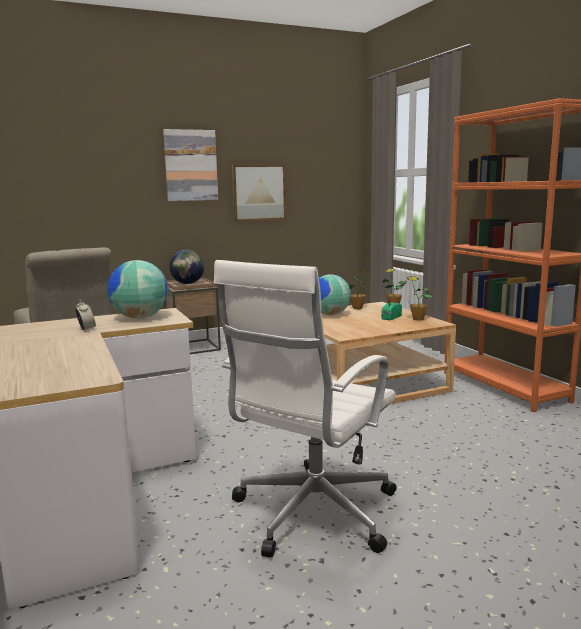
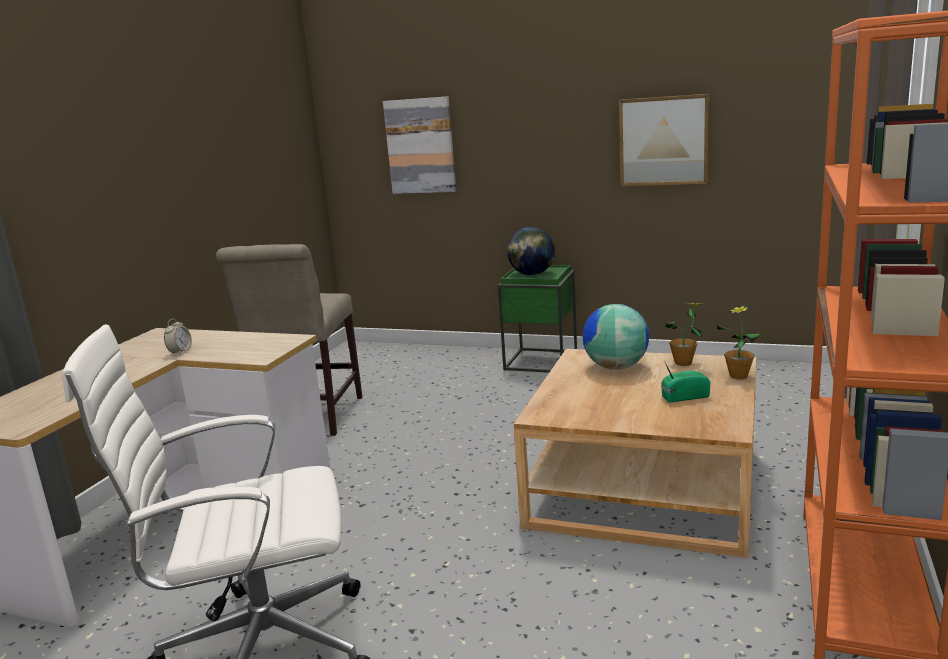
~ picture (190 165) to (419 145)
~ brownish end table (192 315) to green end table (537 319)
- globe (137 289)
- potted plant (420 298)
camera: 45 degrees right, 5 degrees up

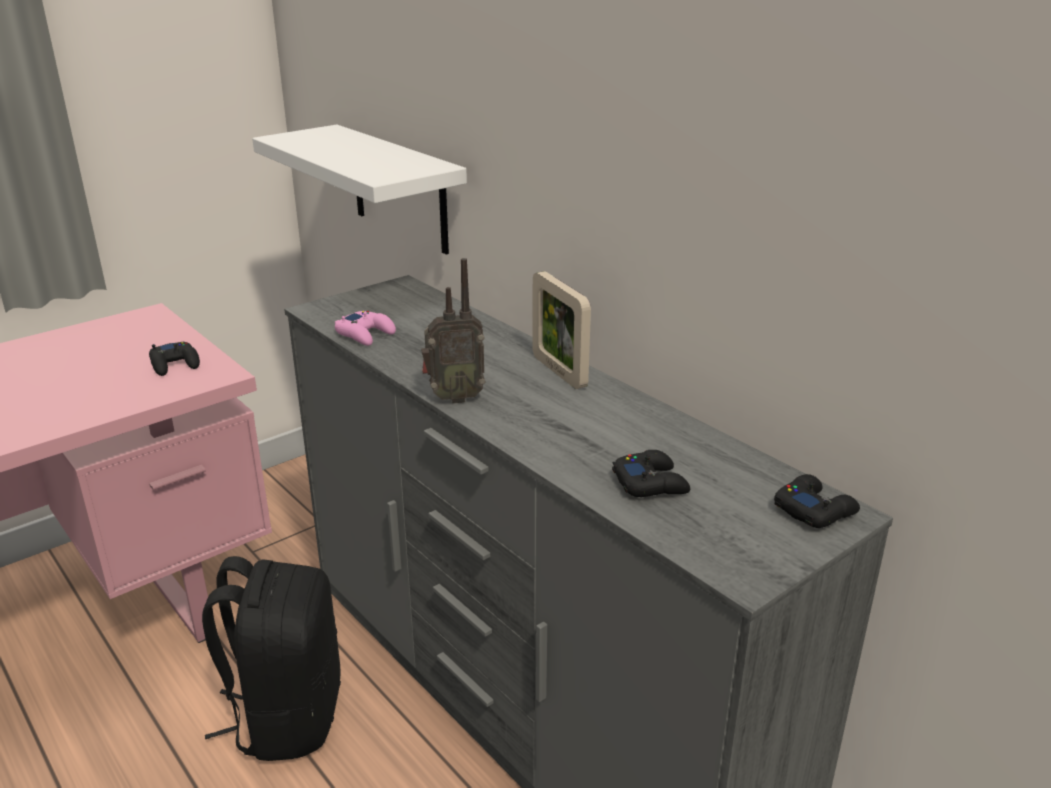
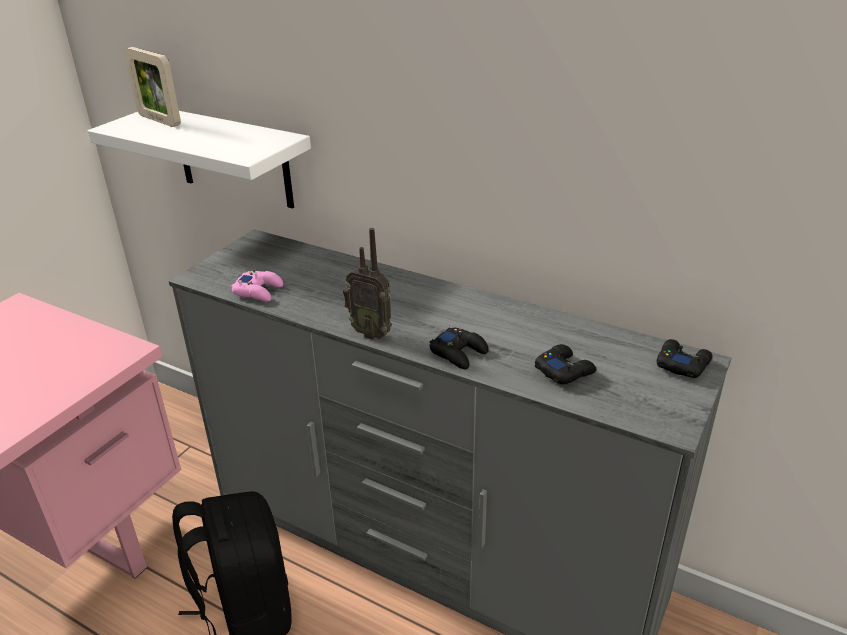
~ picture frame (561 330) to (152 87)
~ radio receiver (453 330) = (367 284) 60 degrees clockwise
~ black-coloured gamepad (174 359) to (459 348)
camera: 20 degrees left, 5 degrees up

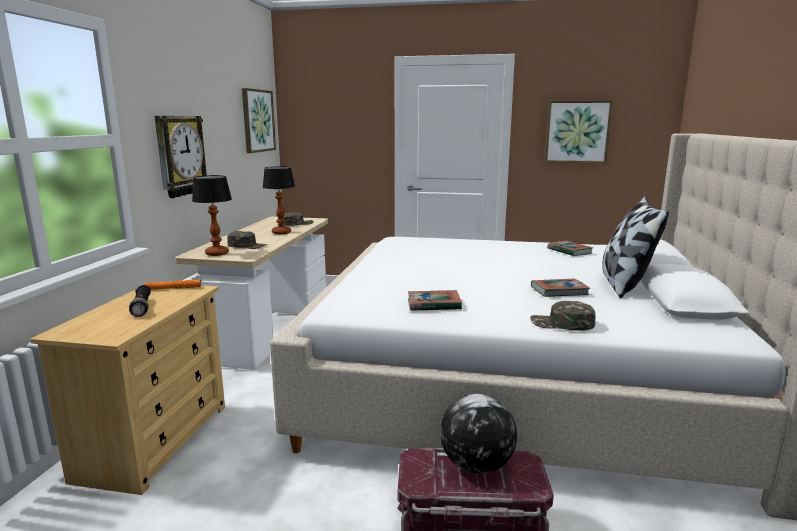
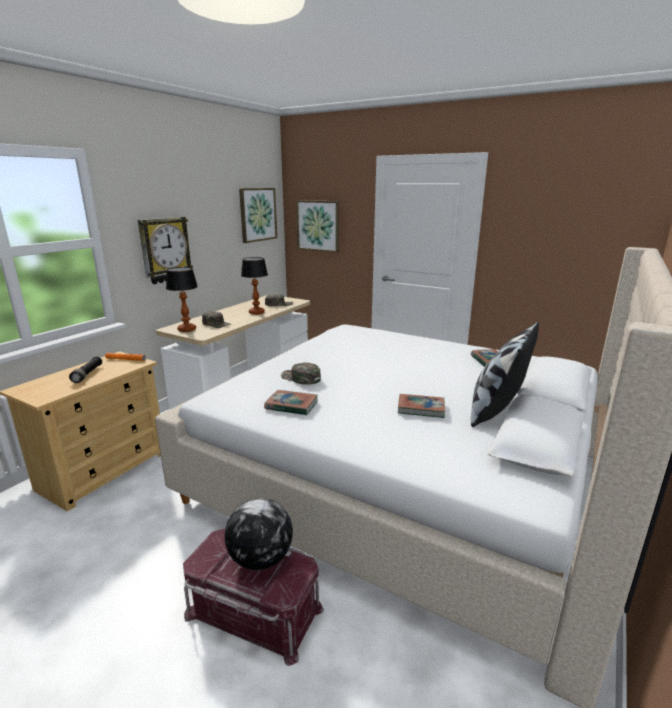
~ green baseball cap (563 316) to (301 373)
~ picture (578 131) to (317 226)
camera: 20 degrees right, 5 degrees up

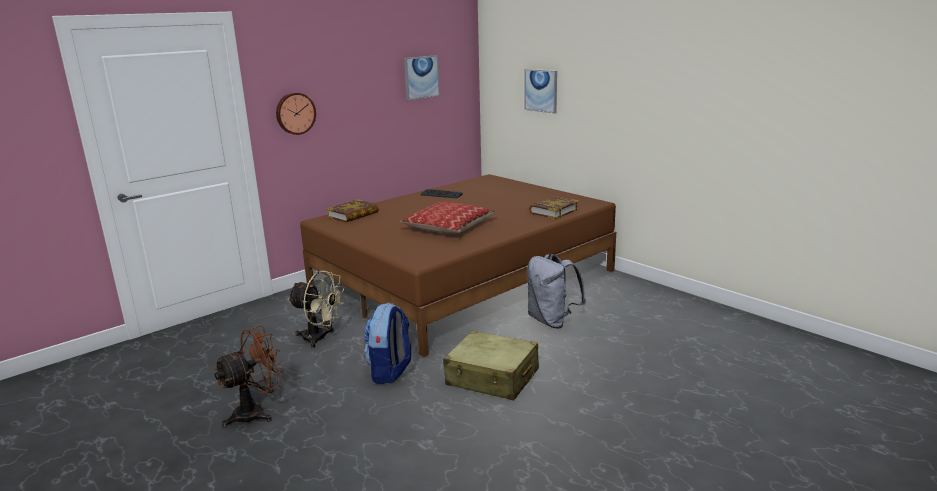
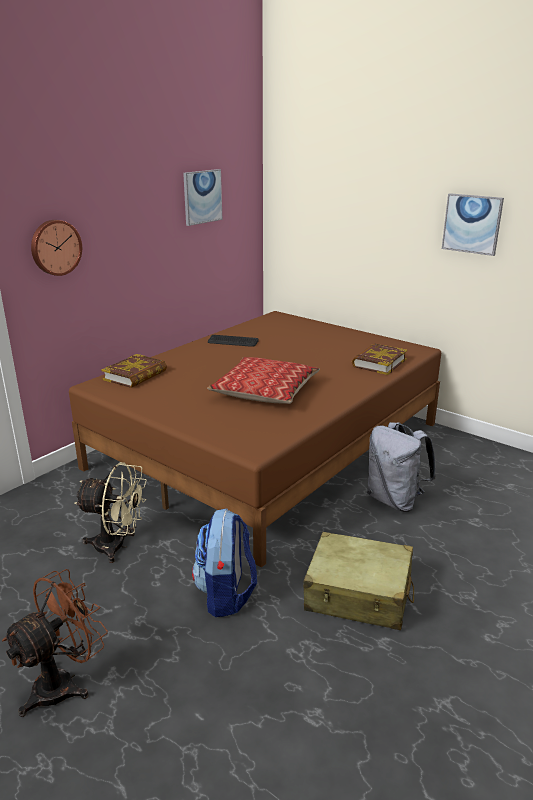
~ picture (541 91) to (473 224)
camera: 10 degrees left, 5 degrees up

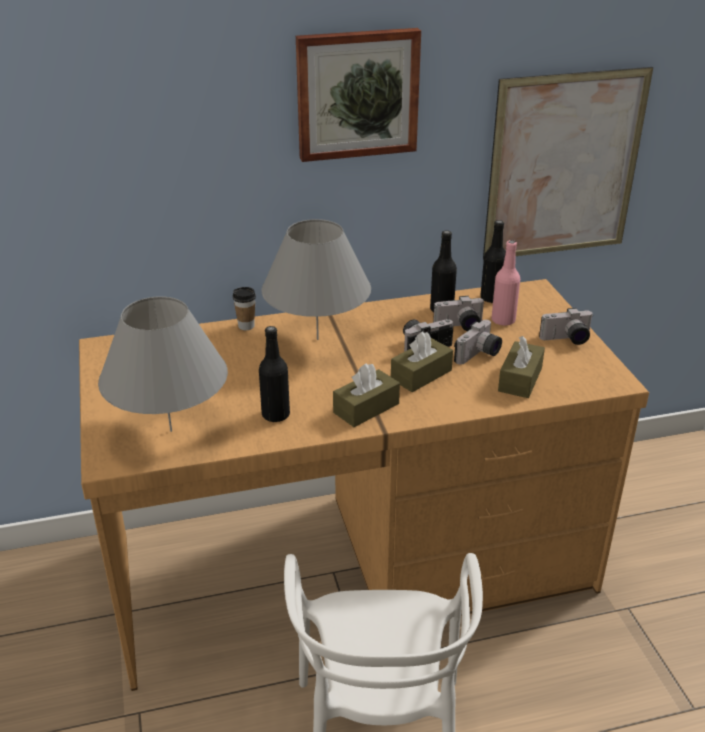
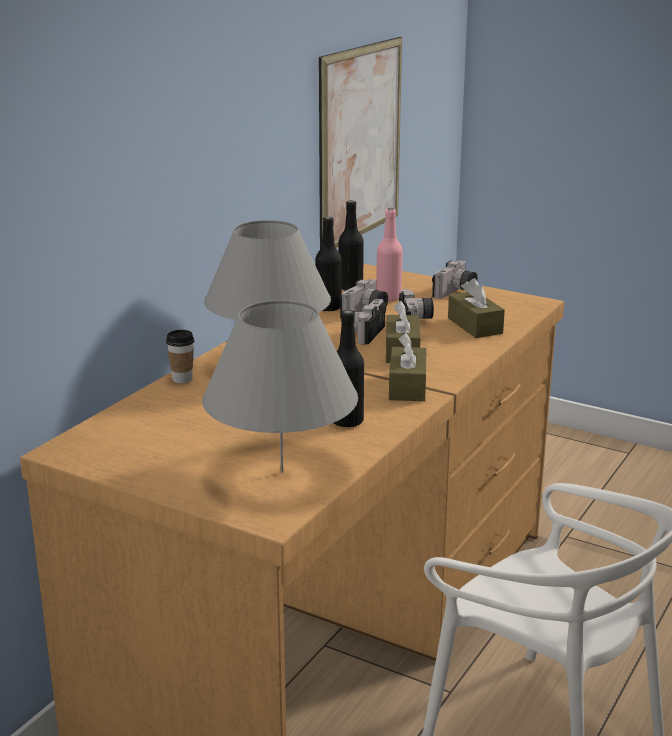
- picture (358 95)
camera: 45 degrees left, 10 degrees down

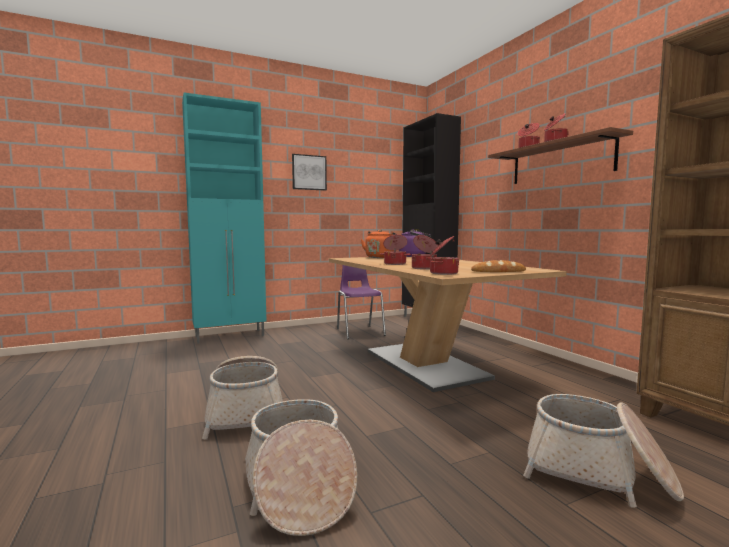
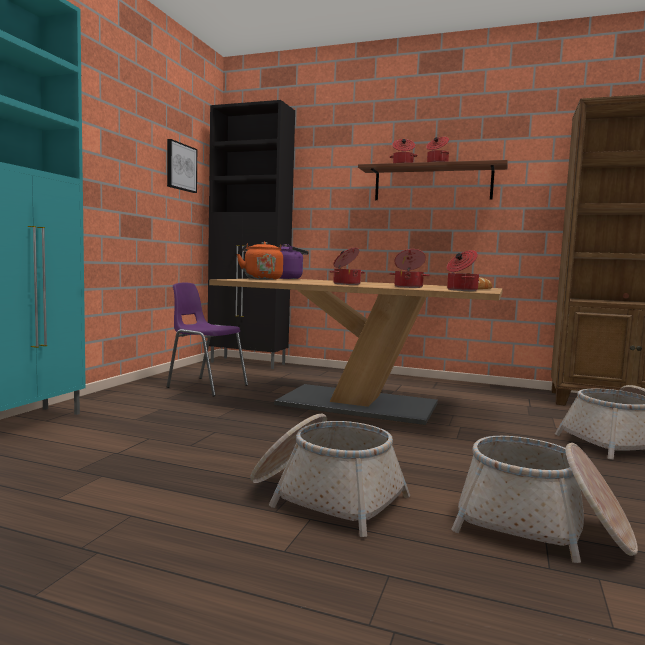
~ picture (309 172) to (182 166)
camera: 45 degrees left, 0 degrees up

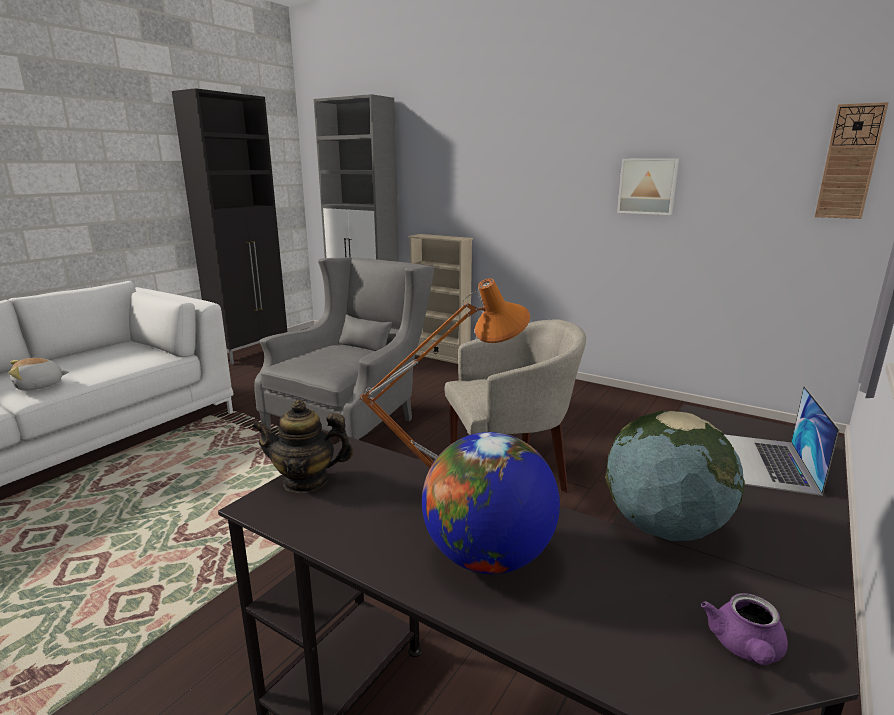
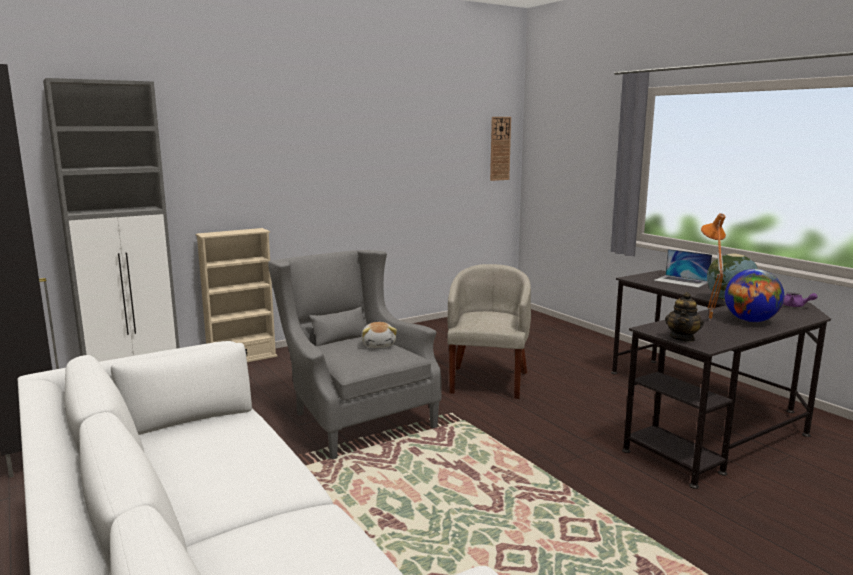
~ plush toy (38 374) to (379 335)
- picture (648 186)
camera: 65 degrees left, 5 degrees down

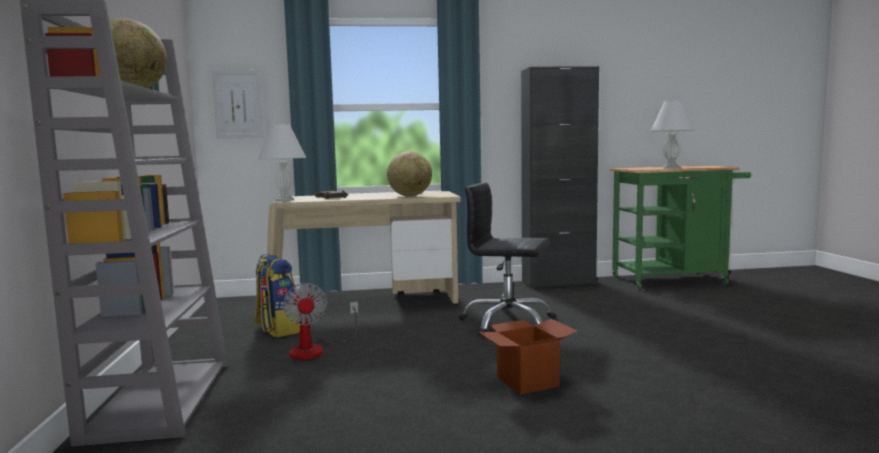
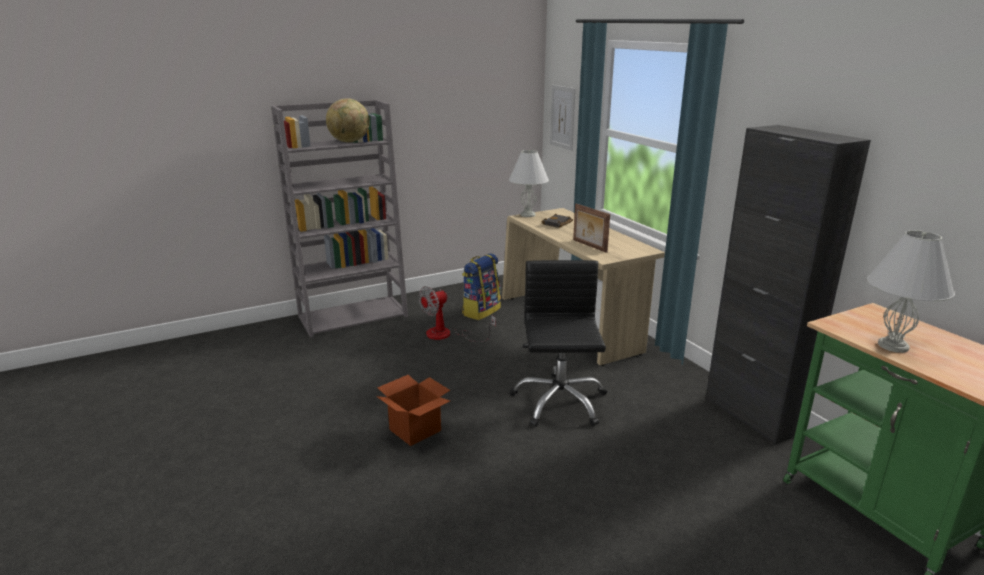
~ globe (409 173) to picture frame (591 228)
camera: 70 degrees right, 15 degrees up

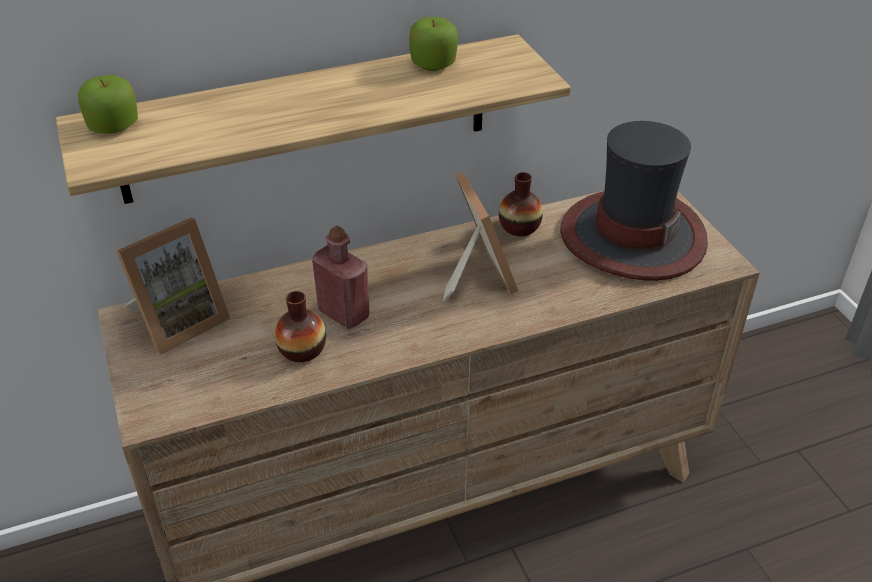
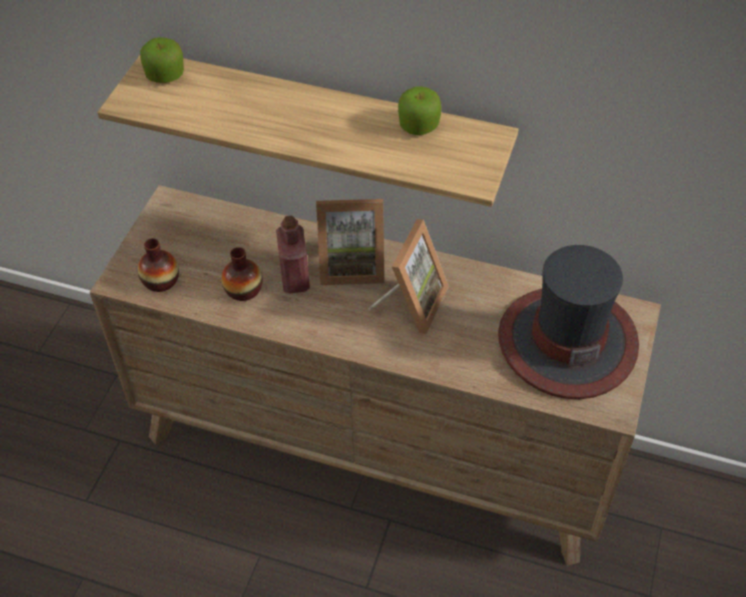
~ flower vase (521 204) to (158 265)
~ picture frame (174 286) to (350 242)
camera: 40 degrees right, 10 degrees up

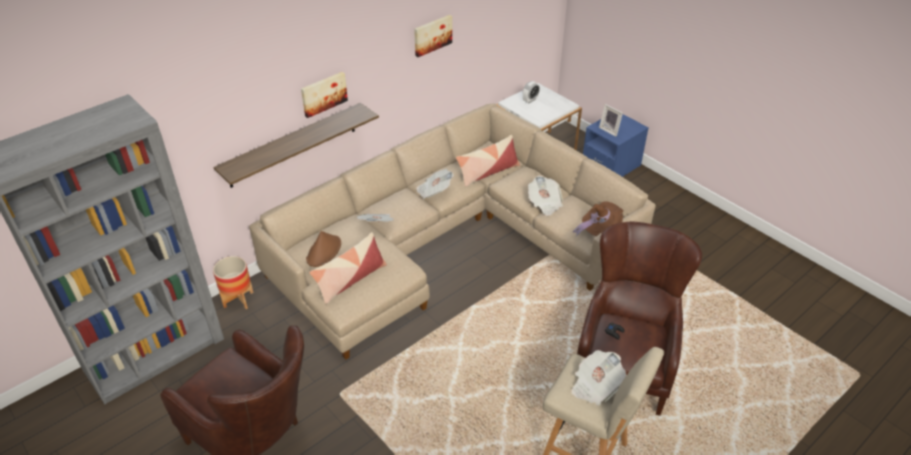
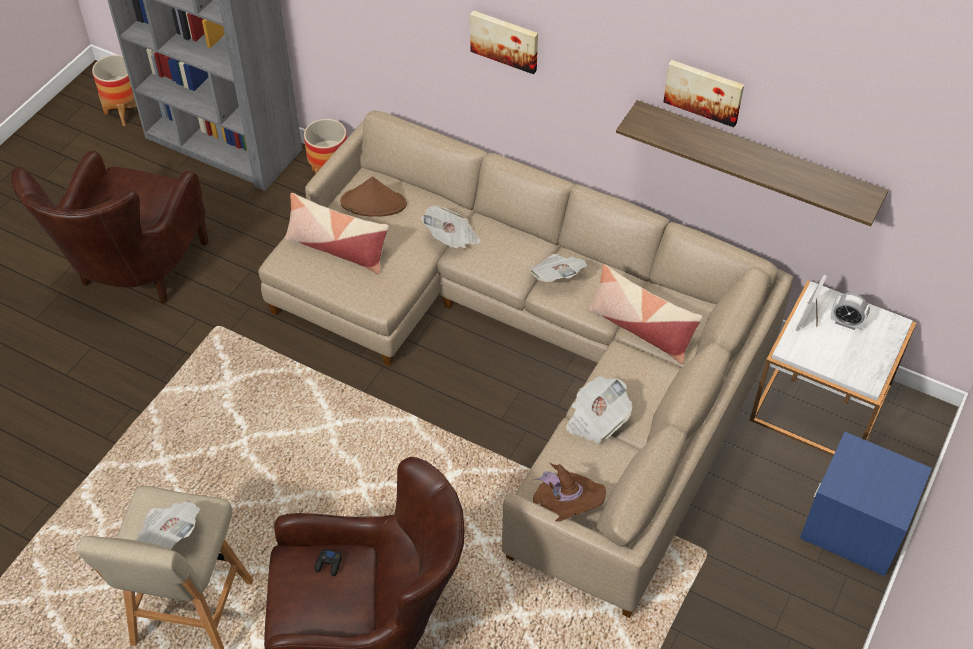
+ planter (114 90)
~ bracket shelf (296 145) to (752 163)
~ picture frame (611 120) to (811 303)
camera: 70 degrees right, 10 degrees up

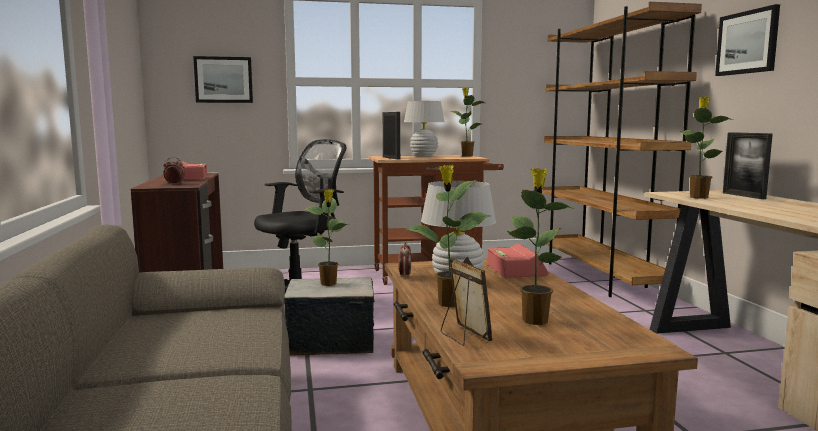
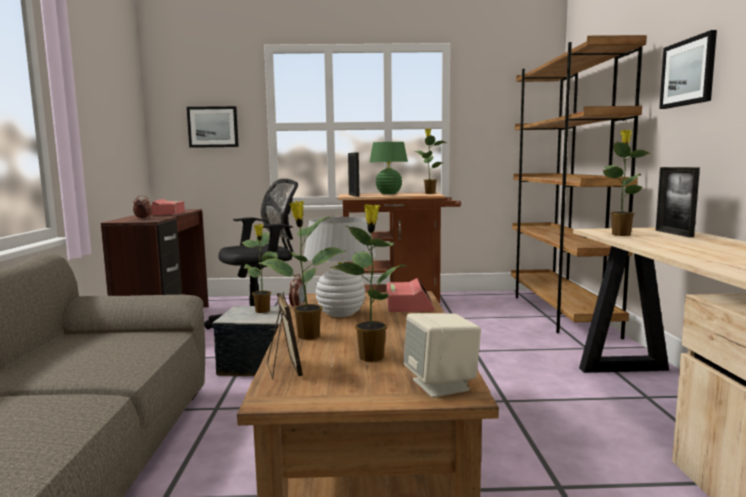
~ white table lamp (424 129) to green table lamp (389 168)
+ beige loudspeaker (442 355)
camera: 10 degrees right, 0 degrees up

